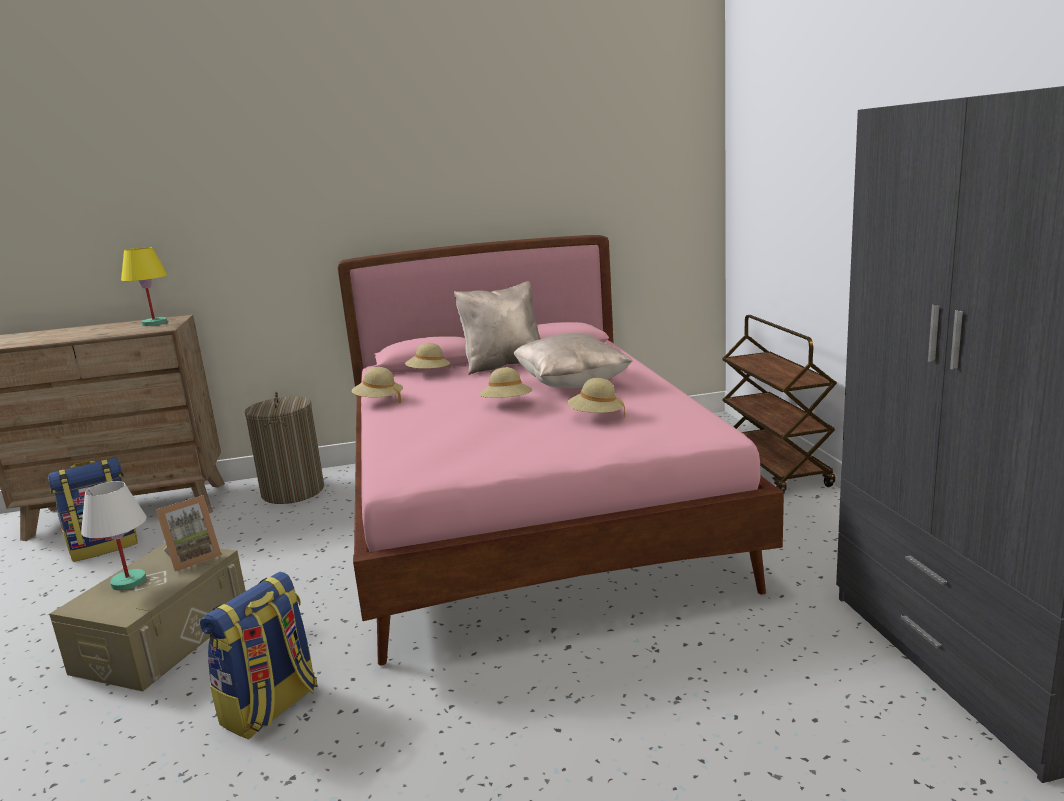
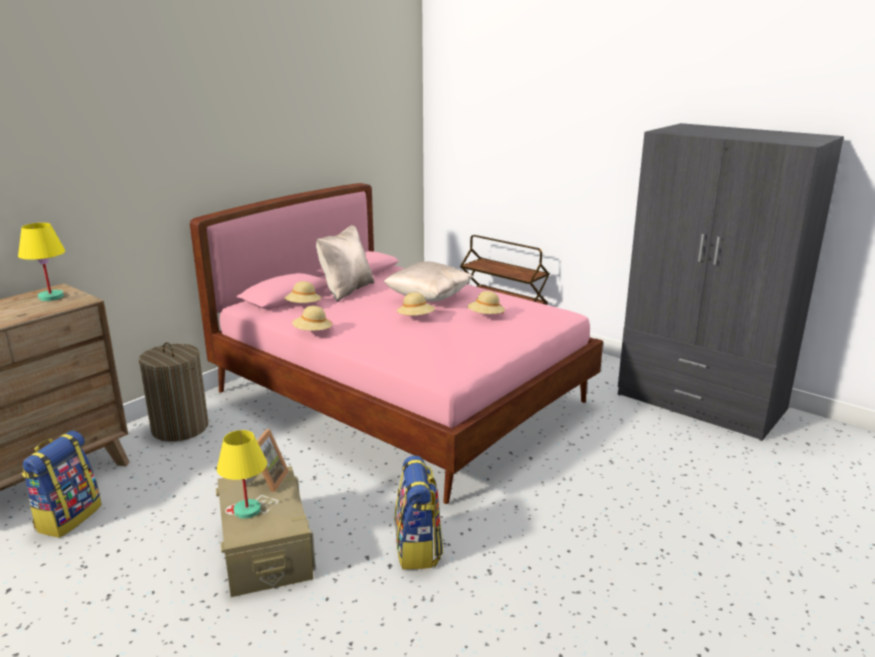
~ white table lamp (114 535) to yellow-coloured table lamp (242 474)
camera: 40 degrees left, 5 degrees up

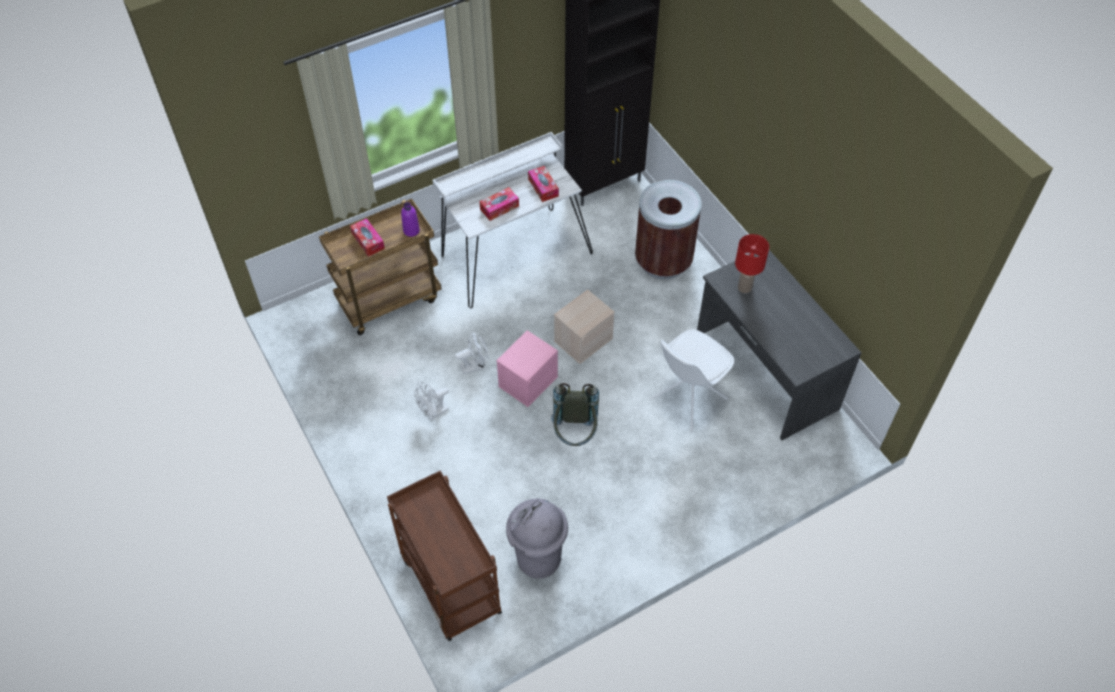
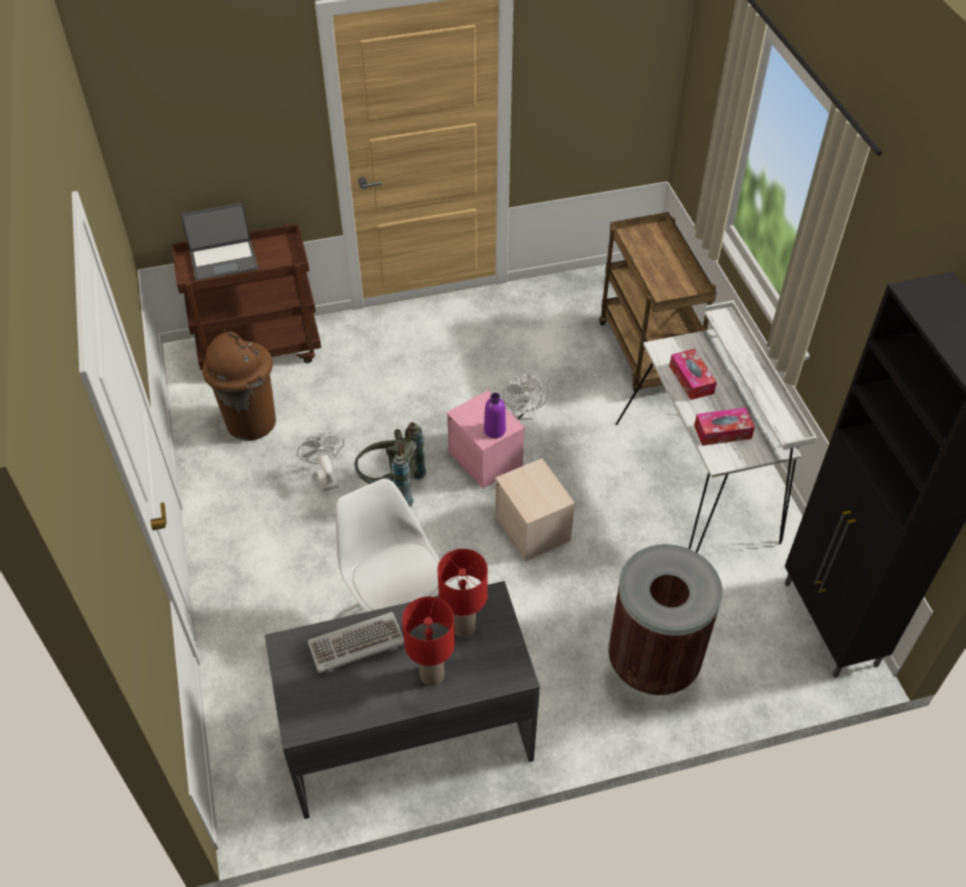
+ portable computer (219 241)
~ grey waste bin (537 539) to brownish waste bin (239 386)
~ white cooling fan (431 400) to (320 462)
+ computer keyboard (356 642)
+ red table lamp (428 641)
~ purple-coloured drink bottle (410 219) to (495 415)
- tissue box (367 237)
camera: 105 degrees right, 5 degrees down

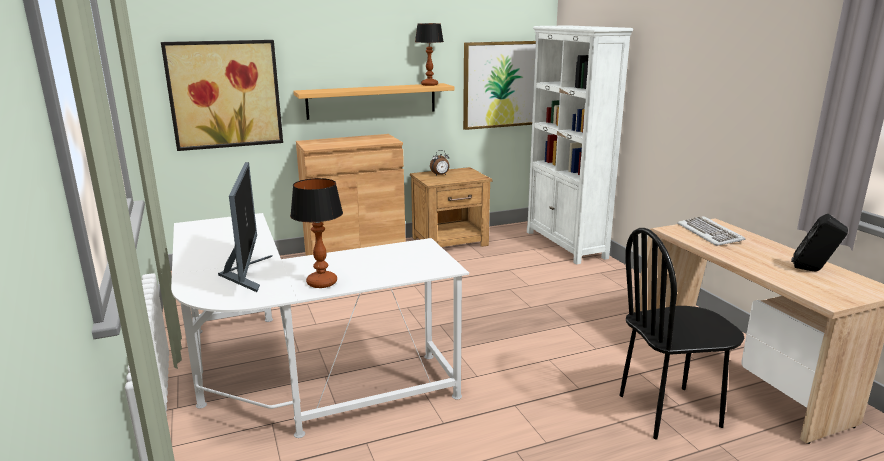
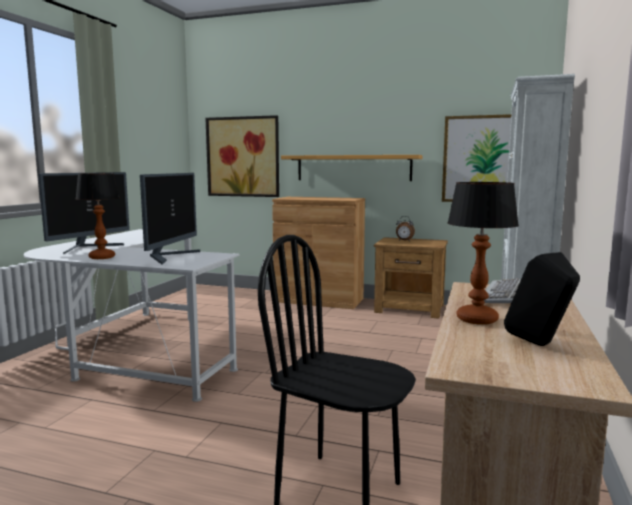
+ computer screen (170 219)
~ table lamp (429 54) to (483 253)
camera: 40 degrees right, 10 degrees down

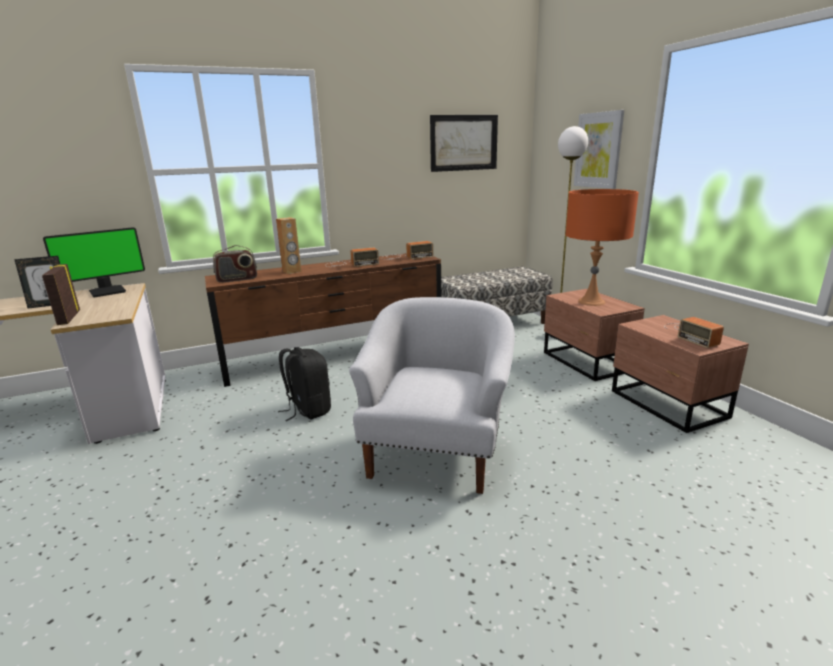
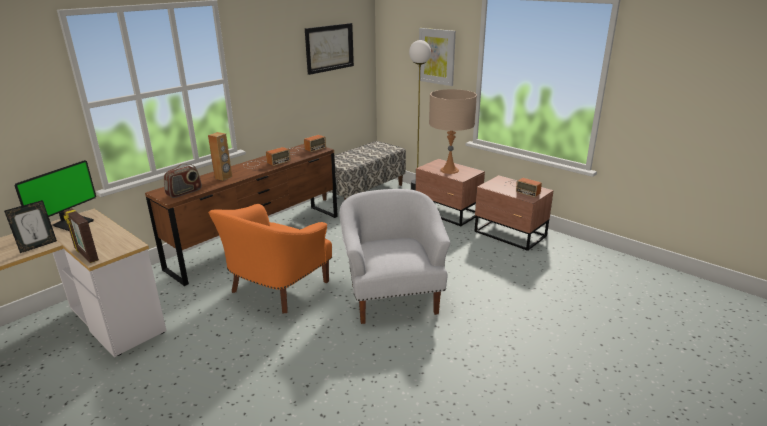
~ black-coloured knapsack (304 384) to orangey lounge chair (270 259)
~ orangey table lamp (602 247) to beige table lamp (453 131)
camera: 25 degrees left, 5 degrees up

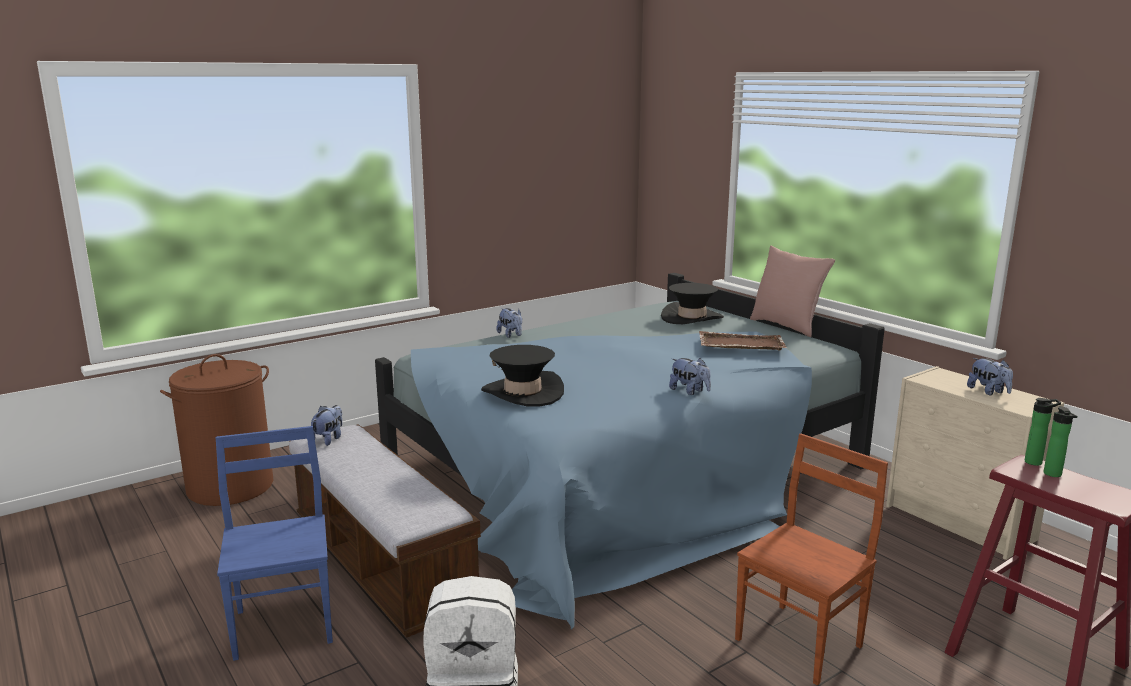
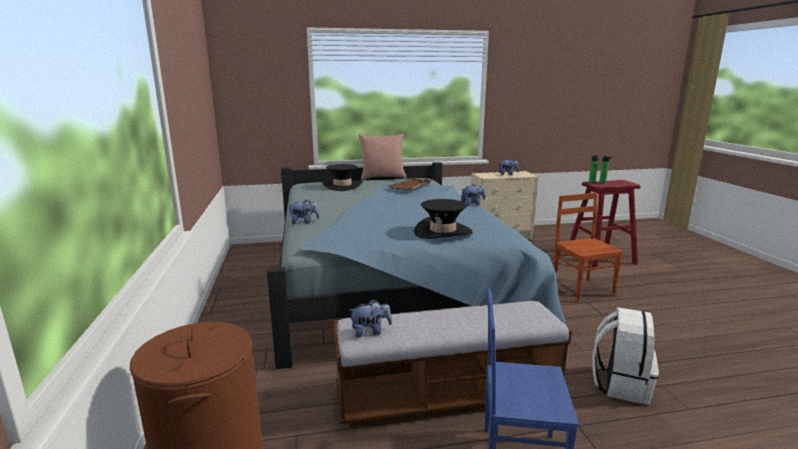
~ plush toy (326 425) = (370 318) 120 degrees clockwise
camera: 65 degrees left, 0 degrees up

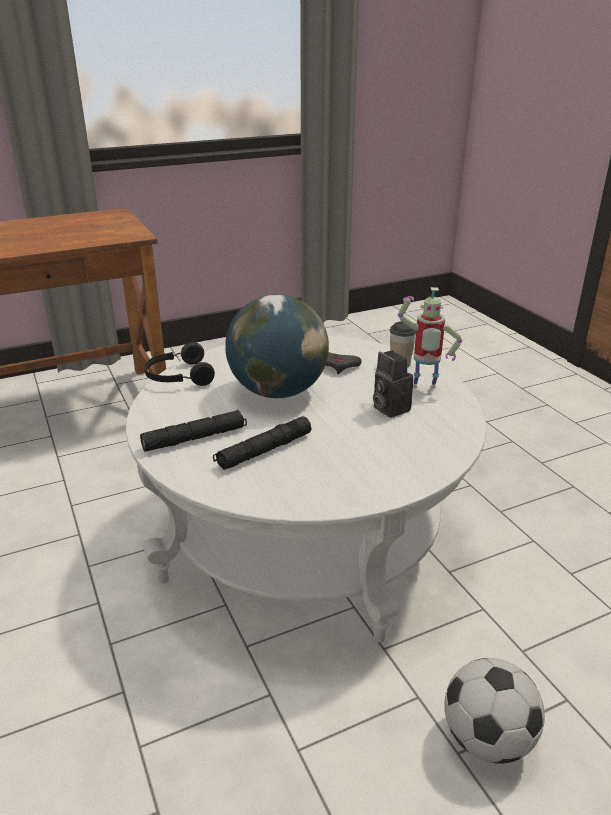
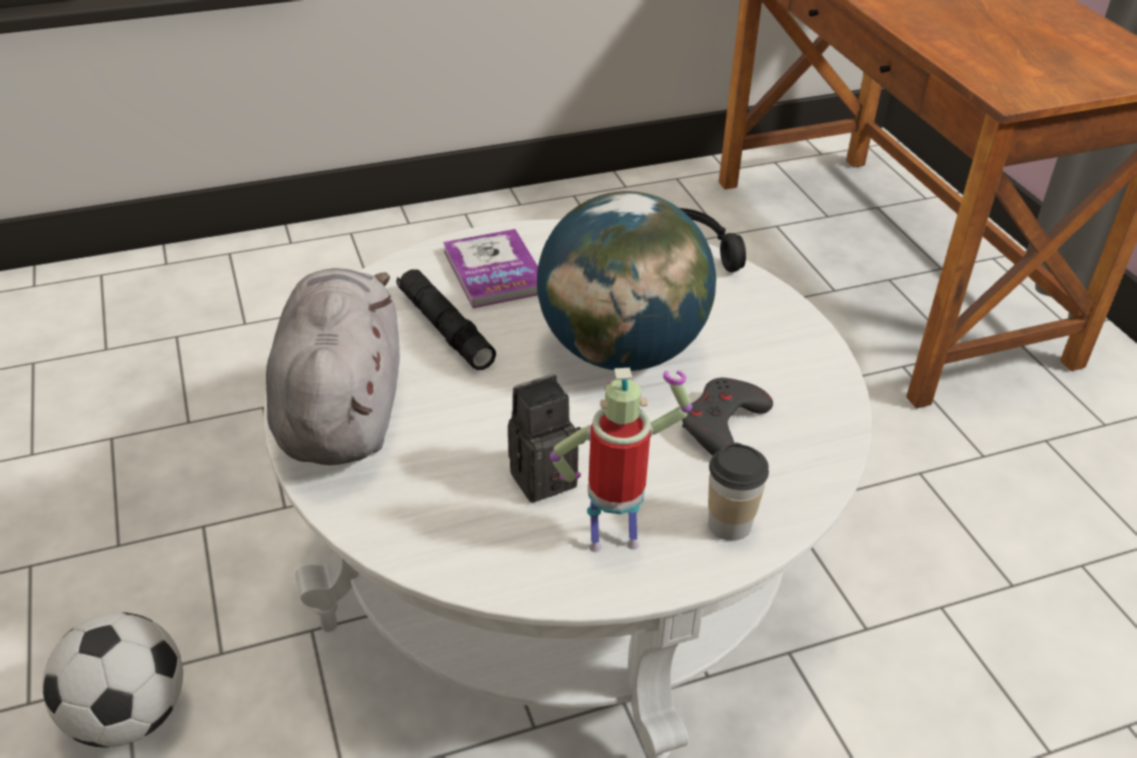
+ grey plush toy (333 366)
~ black-coloured torch (193 431) to bound book (490 268)
~ model robot (430 338) = (621 460) 75 degrees clockwise
camera: 95 degrees right, 10 degrees up

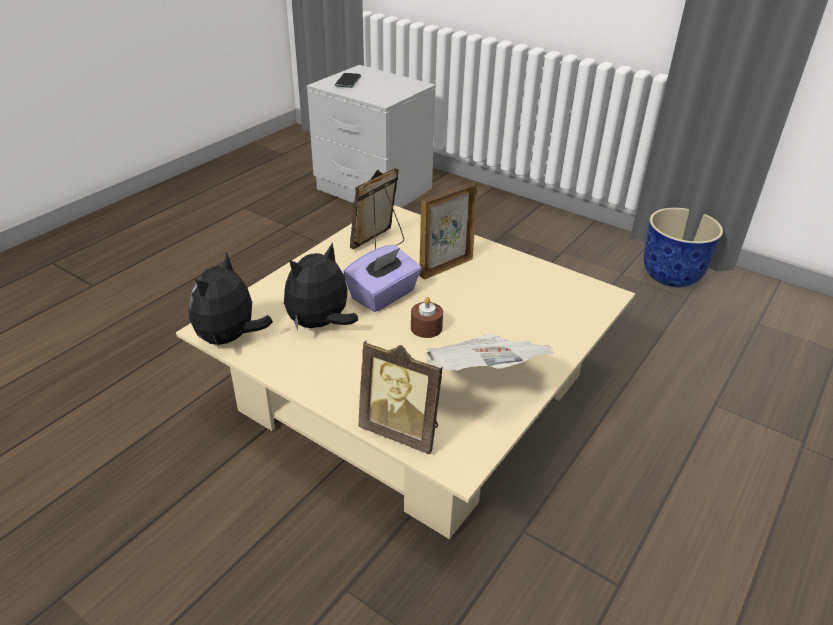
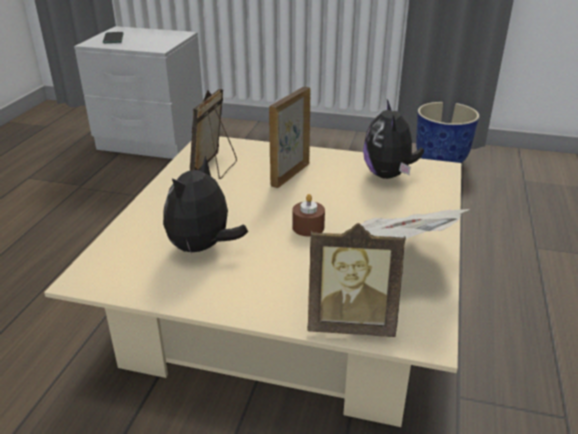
~ plush toy (231 300) to (393 139)
- purple-coloured tissue box (382 278)
camera: 20 degrees left, 5 degrees down

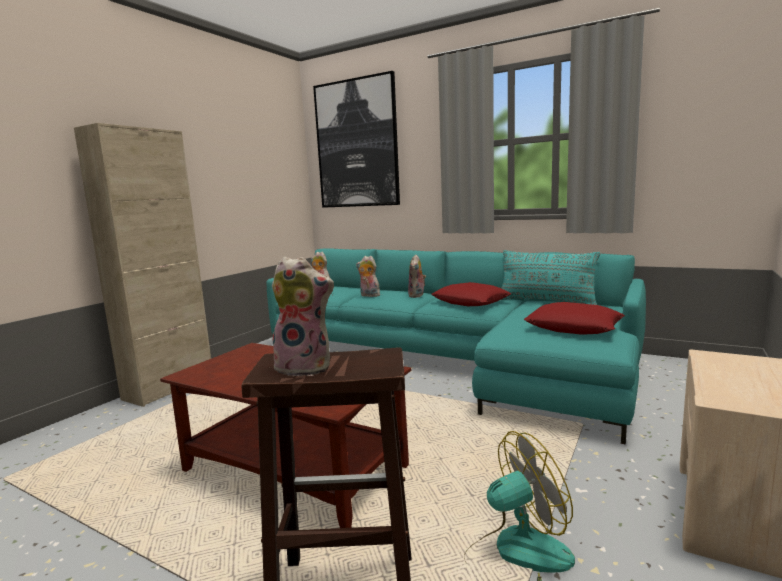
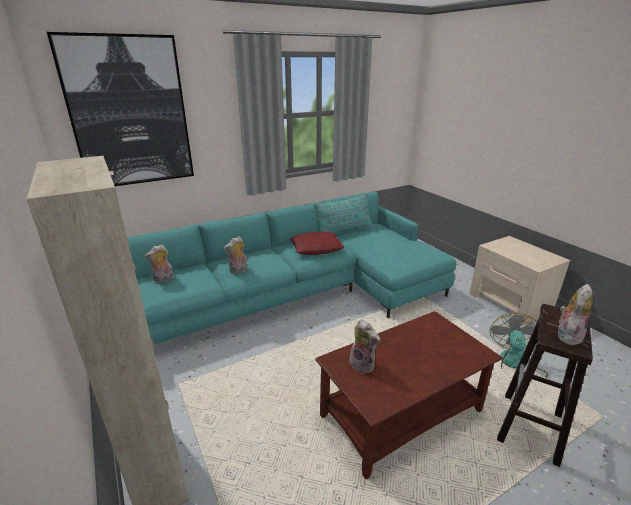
~ plush toy (417 276) to (364 347)
- red throw pillow (574 318)
camera: 60 degrees left, 15 degrees up

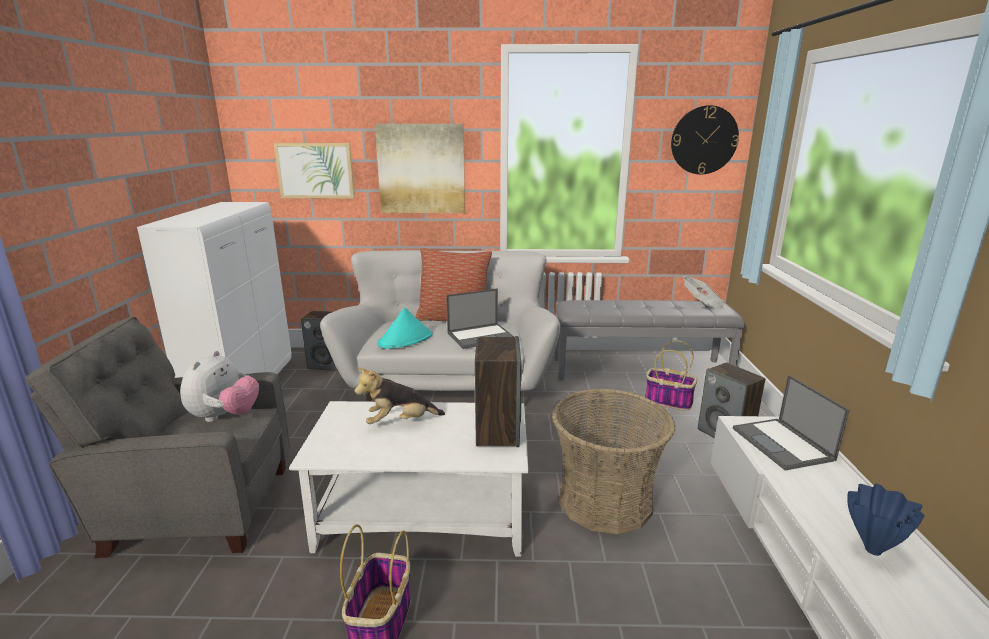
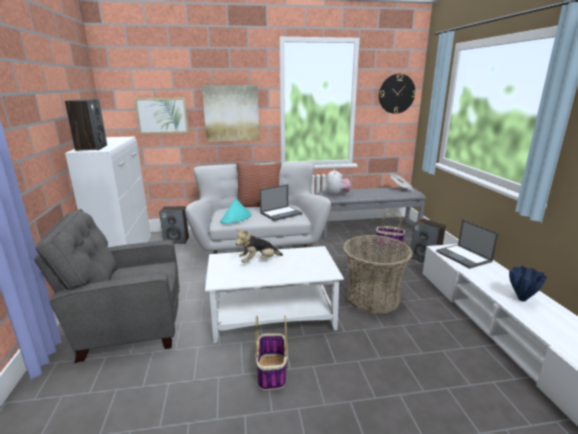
~ loudspeaker (498 391) to (86 125)
~ plush toy (219 386) to (338 183)
camera: 10 degrees left, 0 degrees up

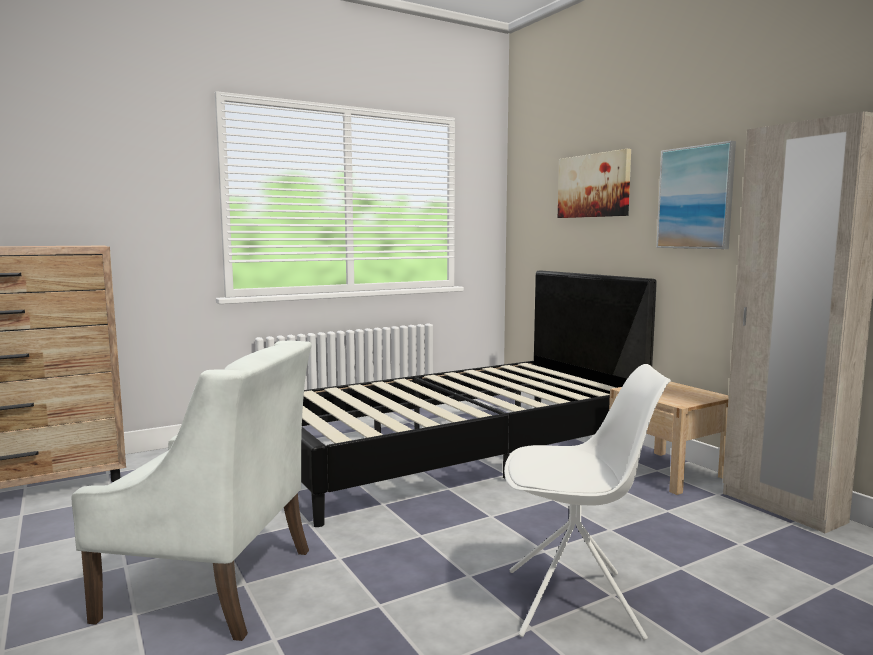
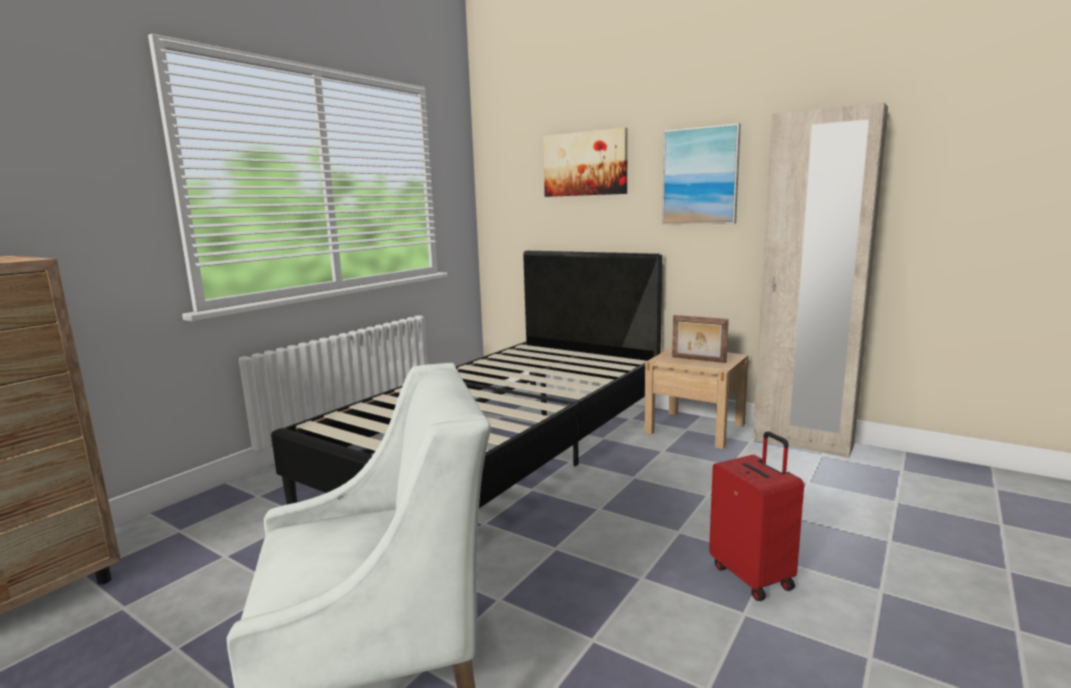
+ picture frame (700 339)
~ white chair (587 502) to red suitcase (756 516)
camera: 25 degrees left, 5 degrees up

